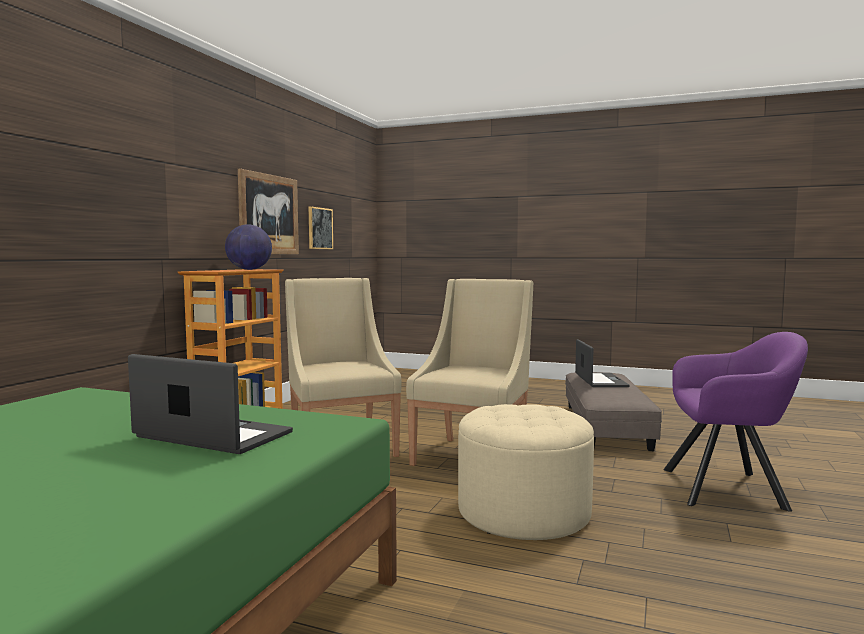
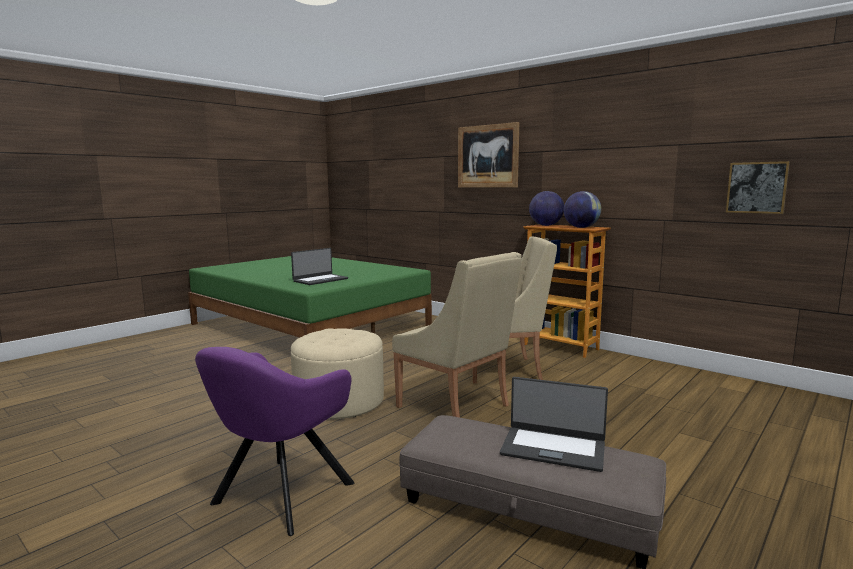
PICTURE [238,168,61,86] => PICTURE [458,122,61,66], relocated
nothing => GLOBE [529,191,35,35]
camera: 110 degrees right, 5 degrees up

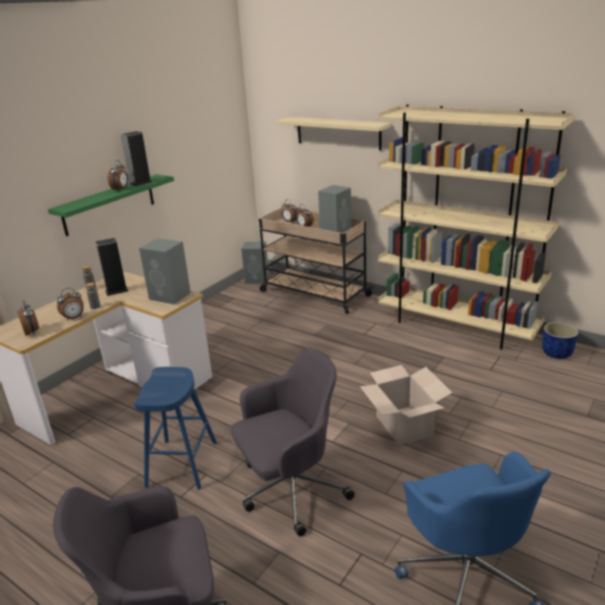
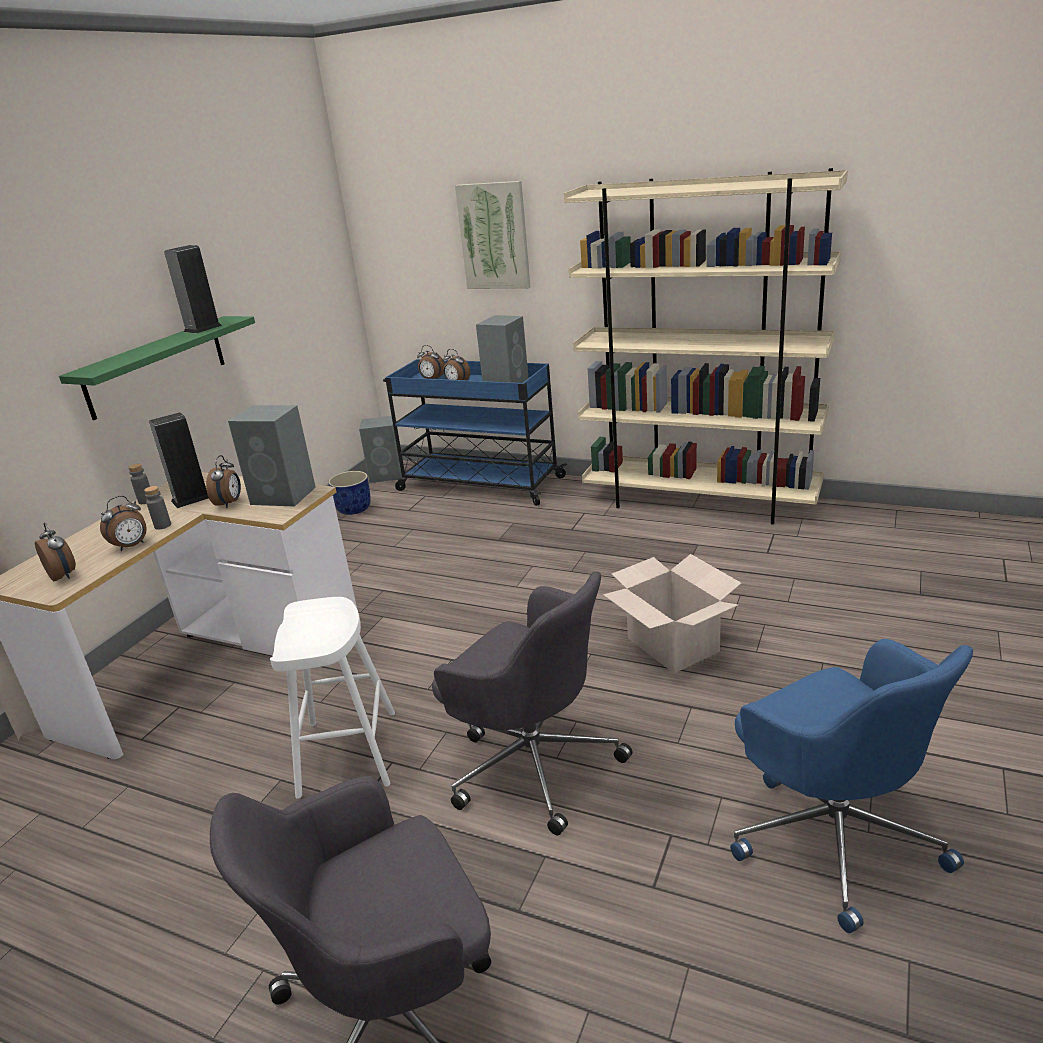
BEIGE SHELF [277,117,114,34] => PICTURE [455,181,75,108]
ALARM CLOCK [108,160,20,31] => ALARM CLOCK [206,455,35,53], relocated
BEIGE CART [258,207,115,107] => BLUE CART [383,359,184,147]
BLUE PLANTER [542,322,36,37] => BLUE PLANTER [328,471,43,44], relocated
GREY OFFICE CHAIR [231,348,124,188] => GREY OFFICE CHAIR [432,571,201,265], 75 degrees clockwise
BLUE STOOL [134,367,83,123] => WHITE STOOL [270,597,125,202]
camera: 10 degrees left, 0 degrees up

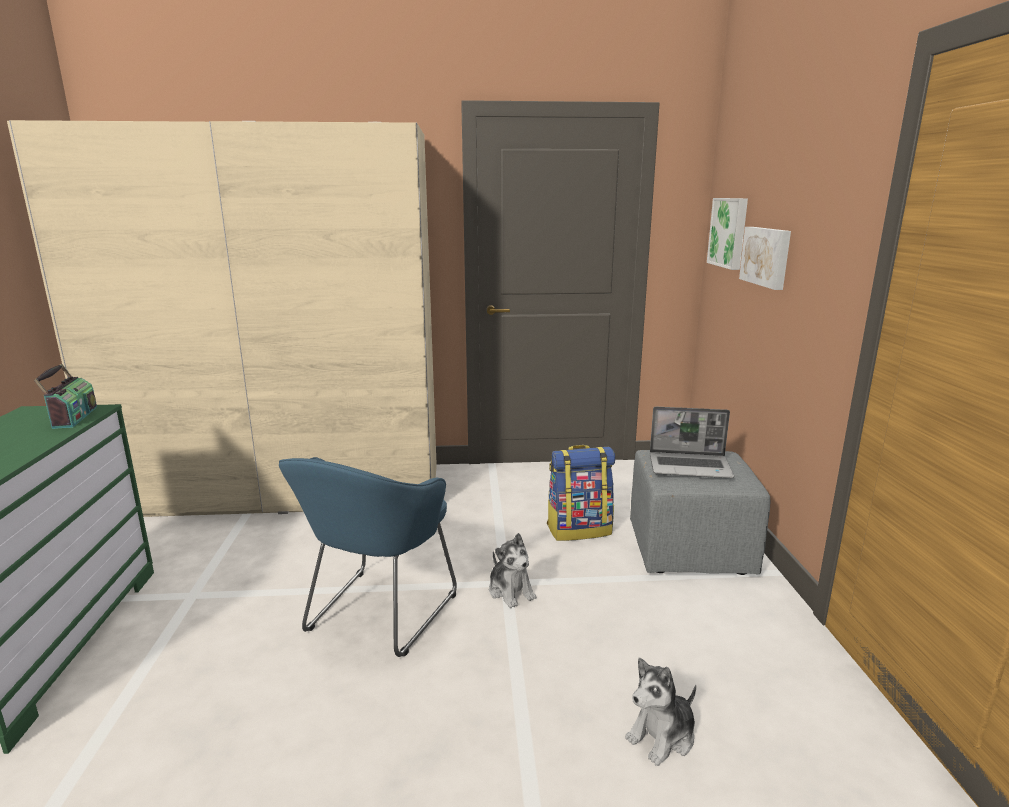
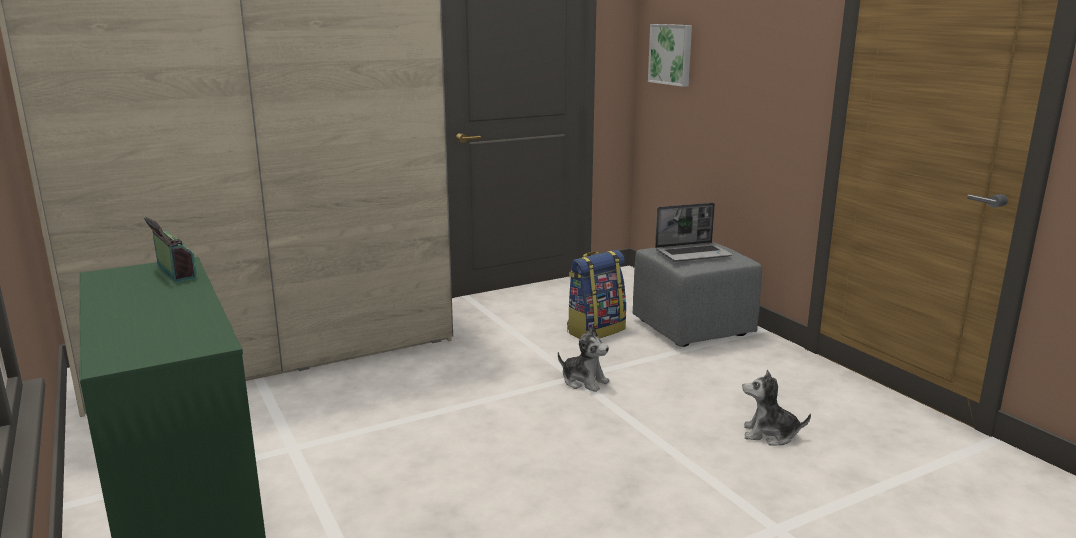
PICTURE [739,227,52,63] => nothing
BLUE ARMCHAIR [279,457,178,200] => nothing
PLUSH TOY [625,658,71,108] => PLUSH TOY [742,370,69,76], 75 degrees clockwise
camera: 25 degrees left, 0 degrees up

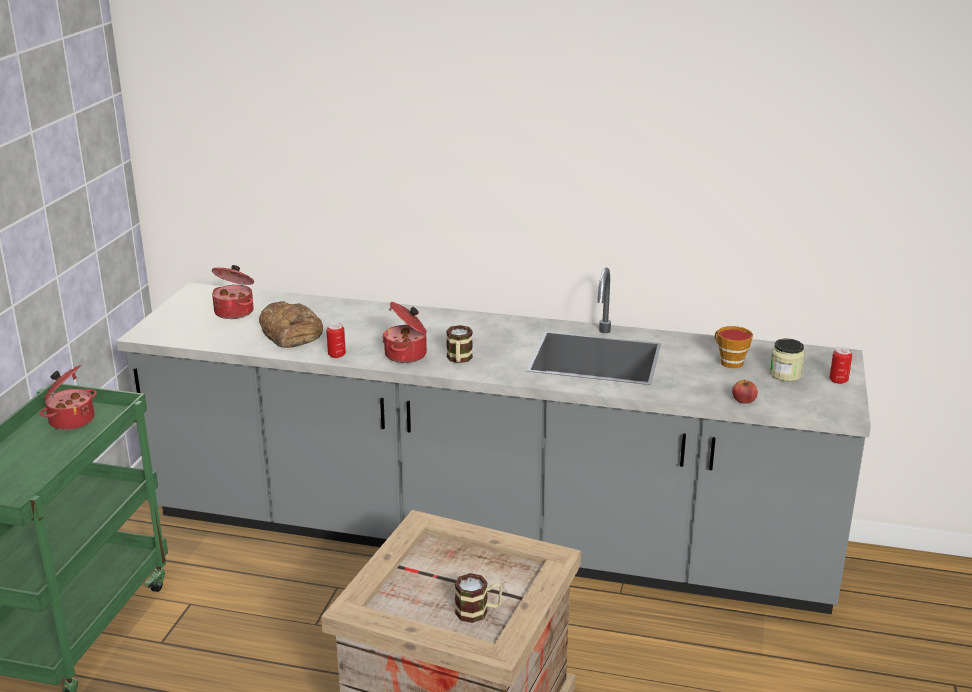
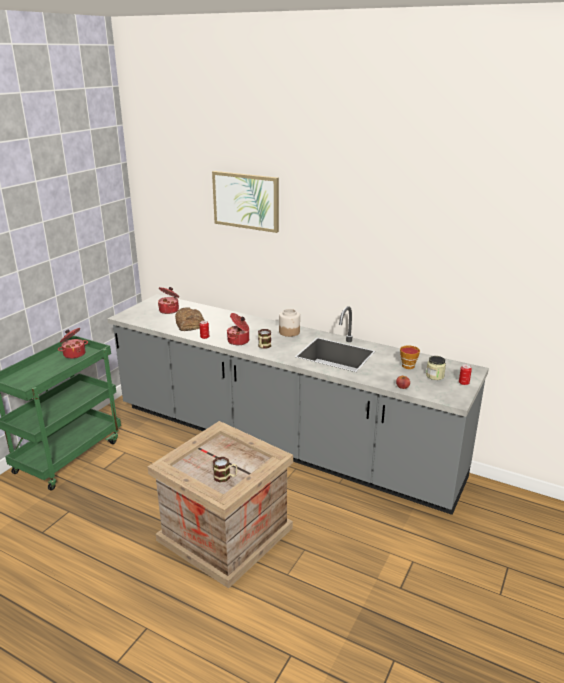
nothing => PICTURE [212,171,67,62]
nothing => JAR [279,309,21,28]
camera: 15 degrees right, 0 degrees up

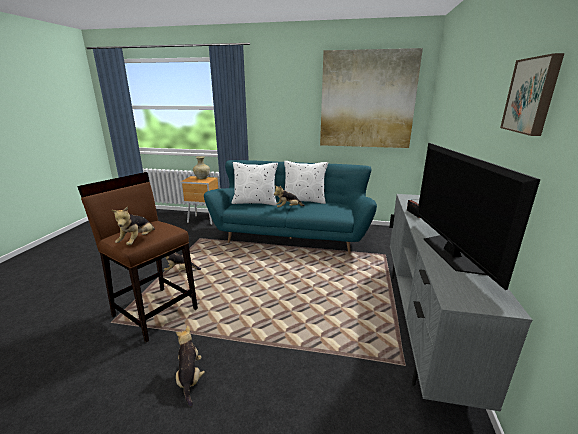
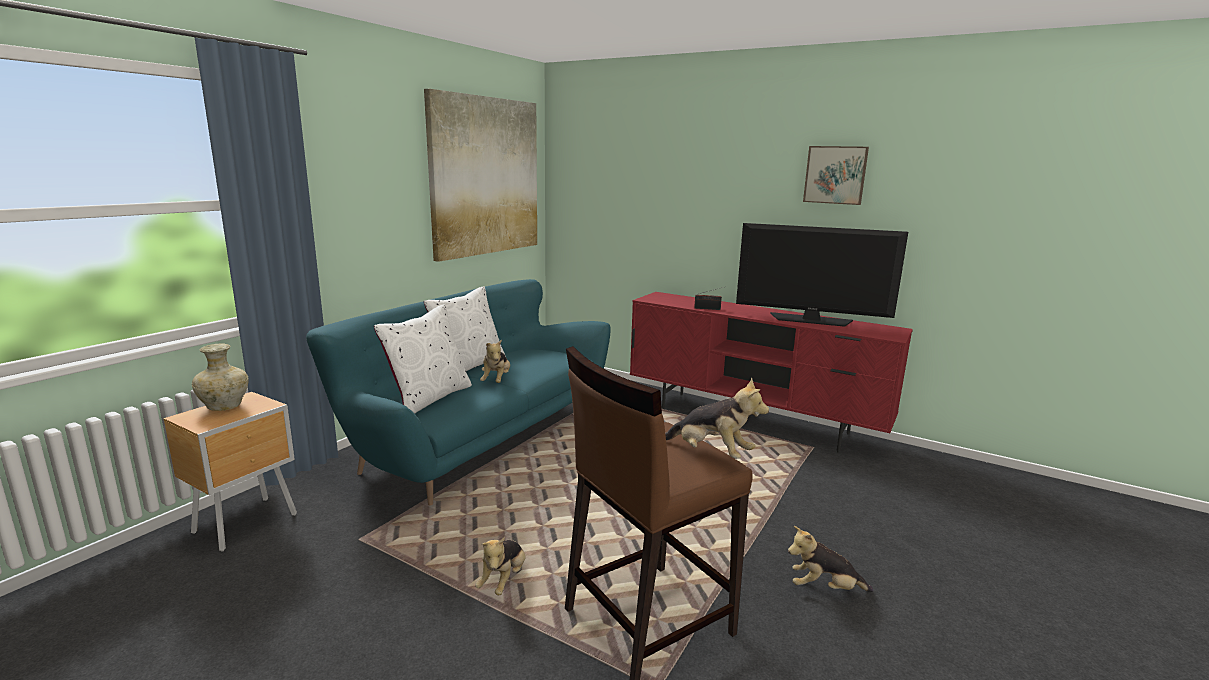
GREY TV STAND [389,194,143,218] => RED TV STAND [630,292,283,161]
camera: 70 degrees left, 5 degrees down

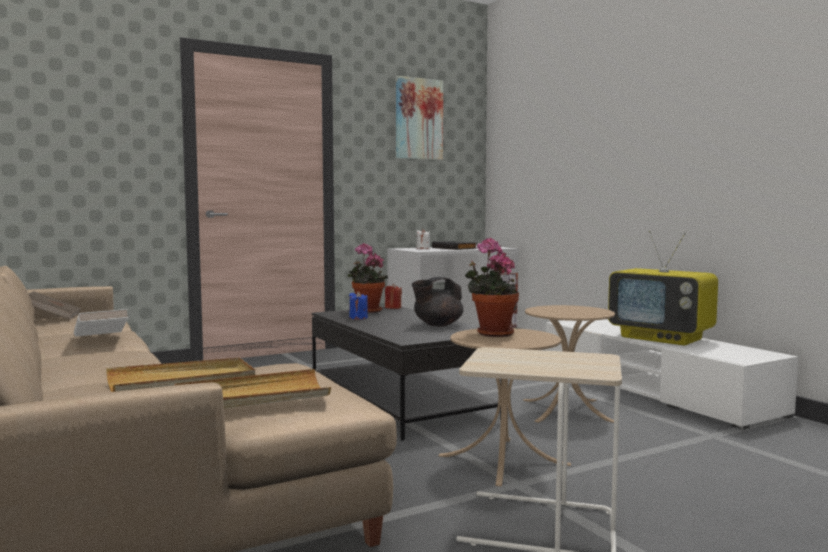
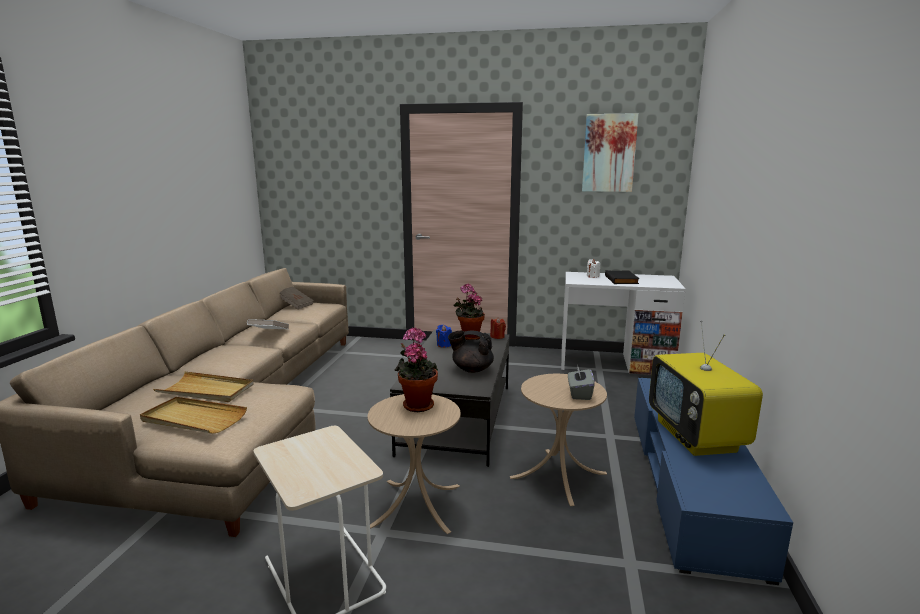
WHITE TV STAND [545,319,253,111] => BLUE TV STAND [634,378,159,207]
nothing => GREY TISSUE BOX [568,364,26,36]
camera: 40 degrees right, 10 degrees up

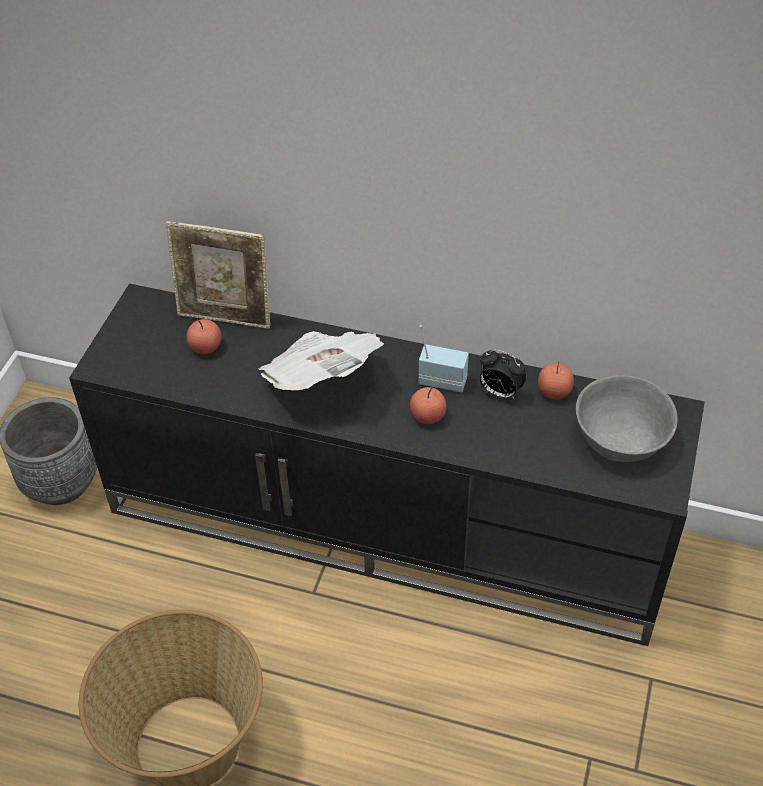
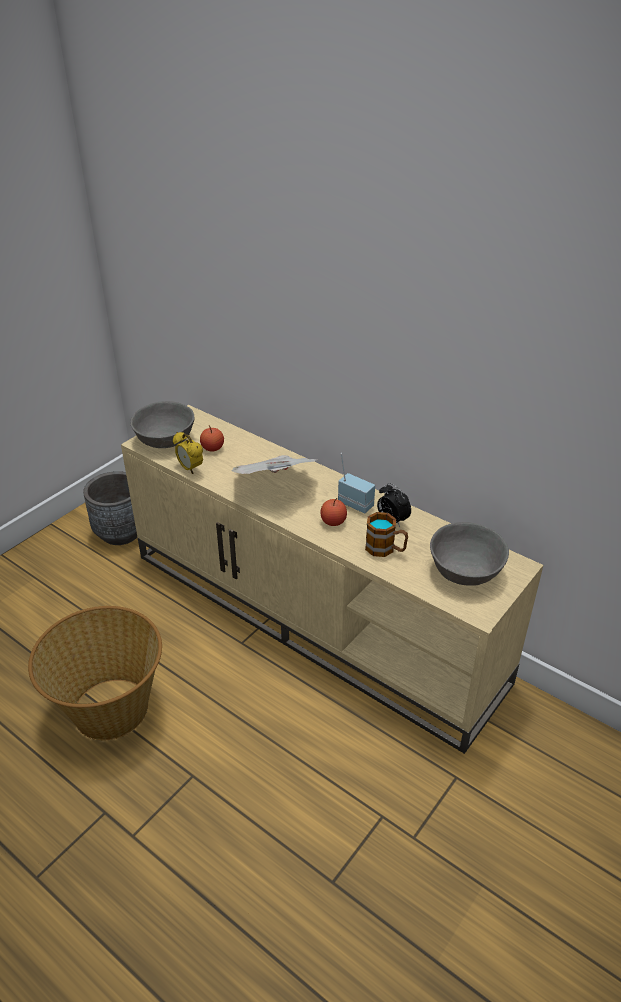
PICTURE FRAME [166,221,104,108] => nothing
BLACK TV STAND [69,283,636,363] => BEIGE TV STAND [121,405,422,349]
APPLE [538,362,36,37] => nothing
nothing => GREY BOWL [131,401,63,47]
nothing => ALARM CLOCK [173,432,30,42]
nothing => MUG [365,512,43,45]
camera: 20 degrees right, 10 degrees down

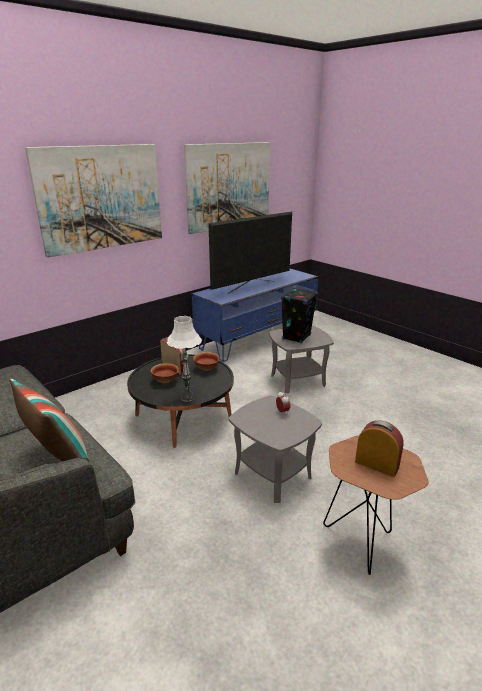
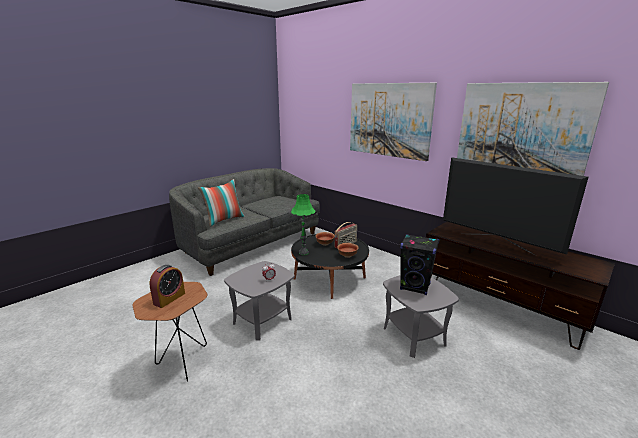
BLUE TV STAND [192,269,127,93] => BROWN TV STAND [426,221,189,129]
WHITE TABLE LAMP [166,316,36,85] => GREEN TABLE LAMP [291,194,24,61]
camera: 85 degrees right, 5 degrees down

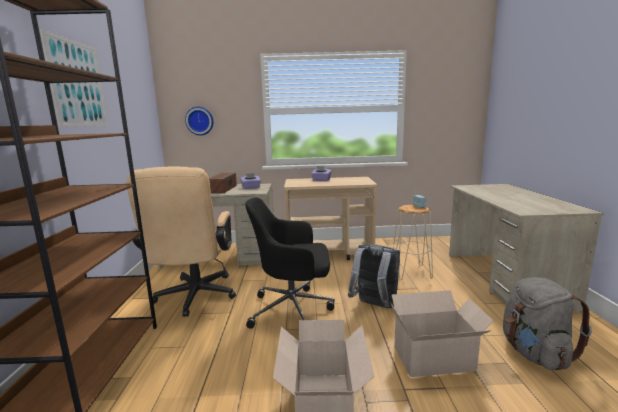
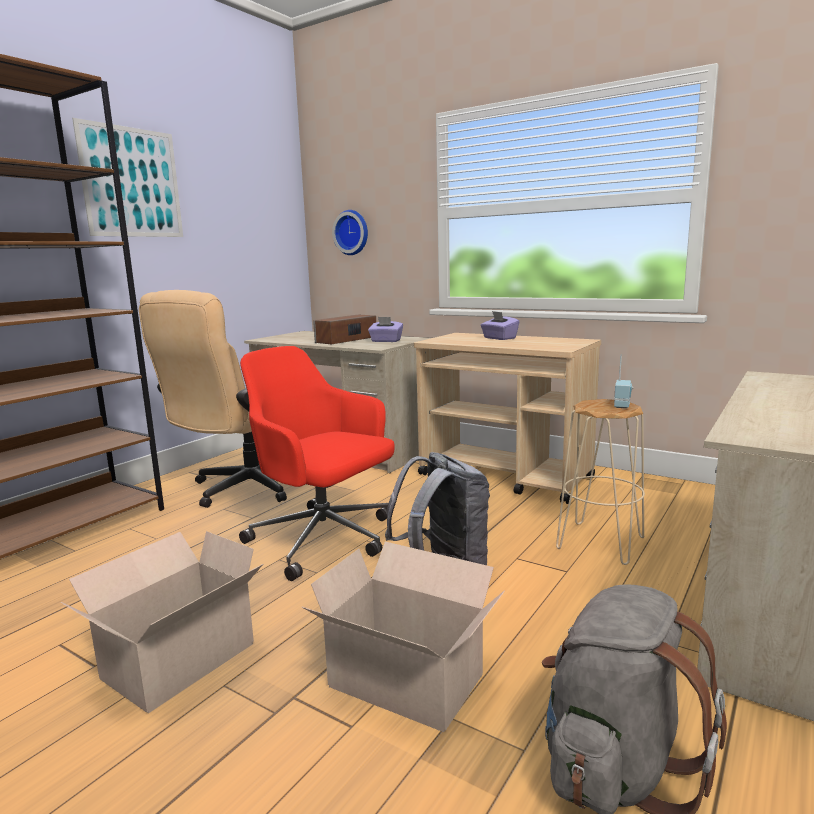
BLACK OFFICE CHAIR [245,197,90,132] => RED OFFICE CHAIR [239,346,156,235]
camera: 35 degrees right, 0 degrees up

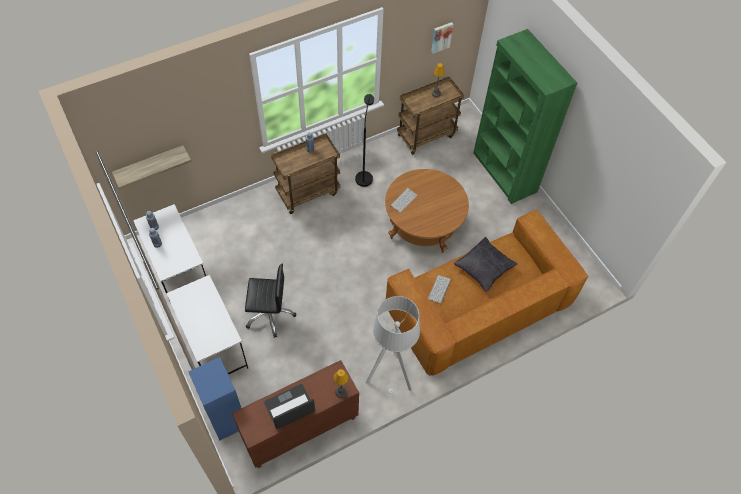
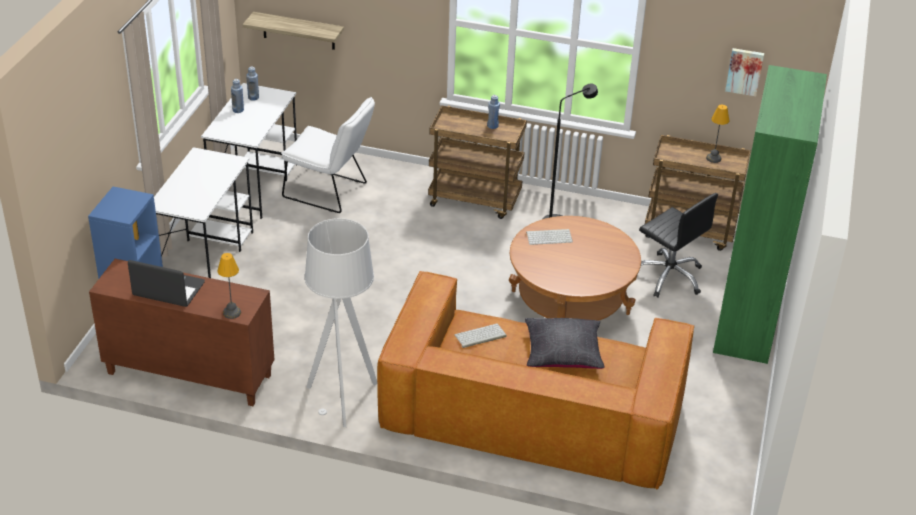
BLACK OFFICE CHAIR [245,264,51,74] => BLACK OFFICE CHAIR [639,193,79,105], relocated
nothing => WHITE CHAIR [281,97,94,116]
camera: 45 degrees right, 20 degrees down

